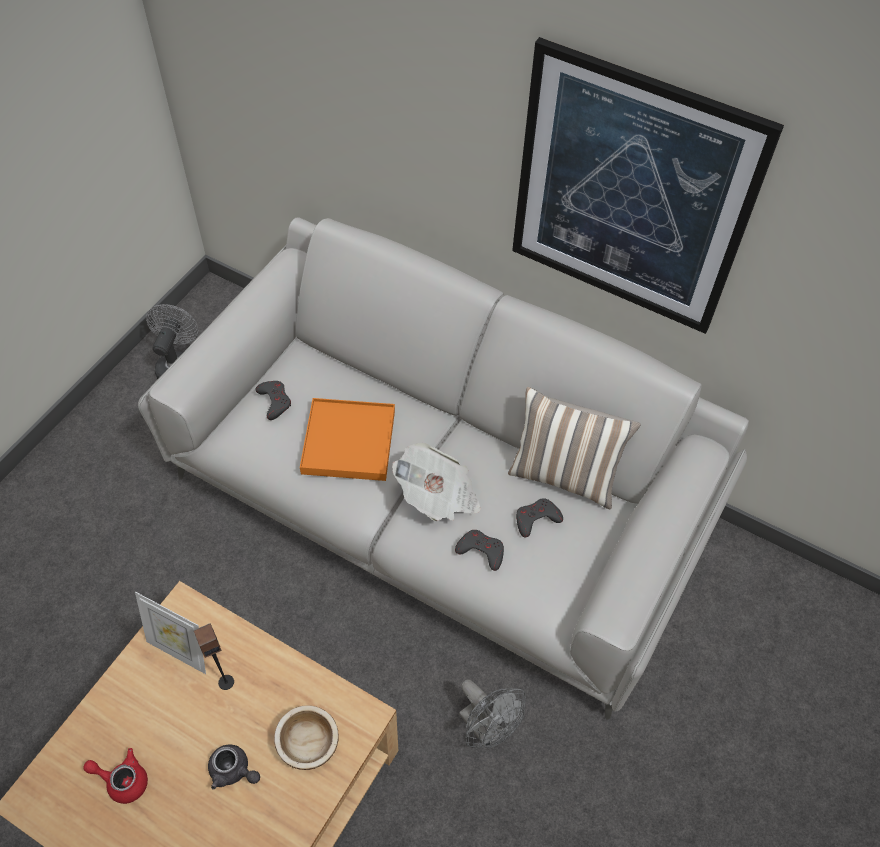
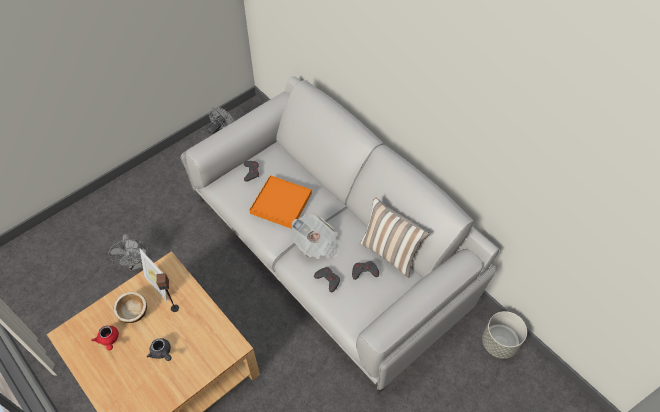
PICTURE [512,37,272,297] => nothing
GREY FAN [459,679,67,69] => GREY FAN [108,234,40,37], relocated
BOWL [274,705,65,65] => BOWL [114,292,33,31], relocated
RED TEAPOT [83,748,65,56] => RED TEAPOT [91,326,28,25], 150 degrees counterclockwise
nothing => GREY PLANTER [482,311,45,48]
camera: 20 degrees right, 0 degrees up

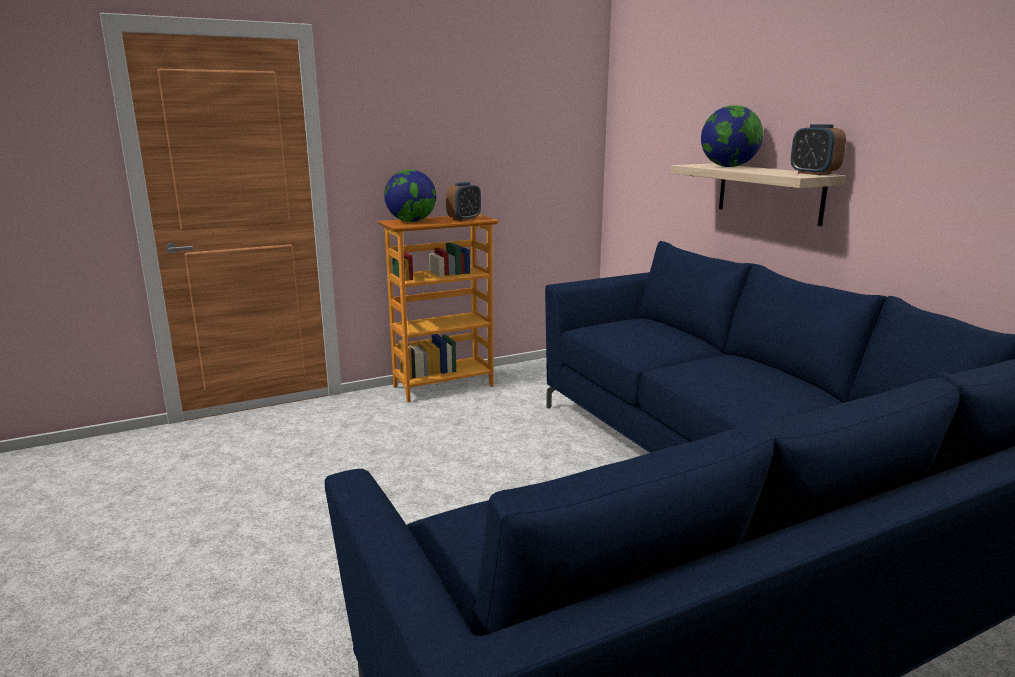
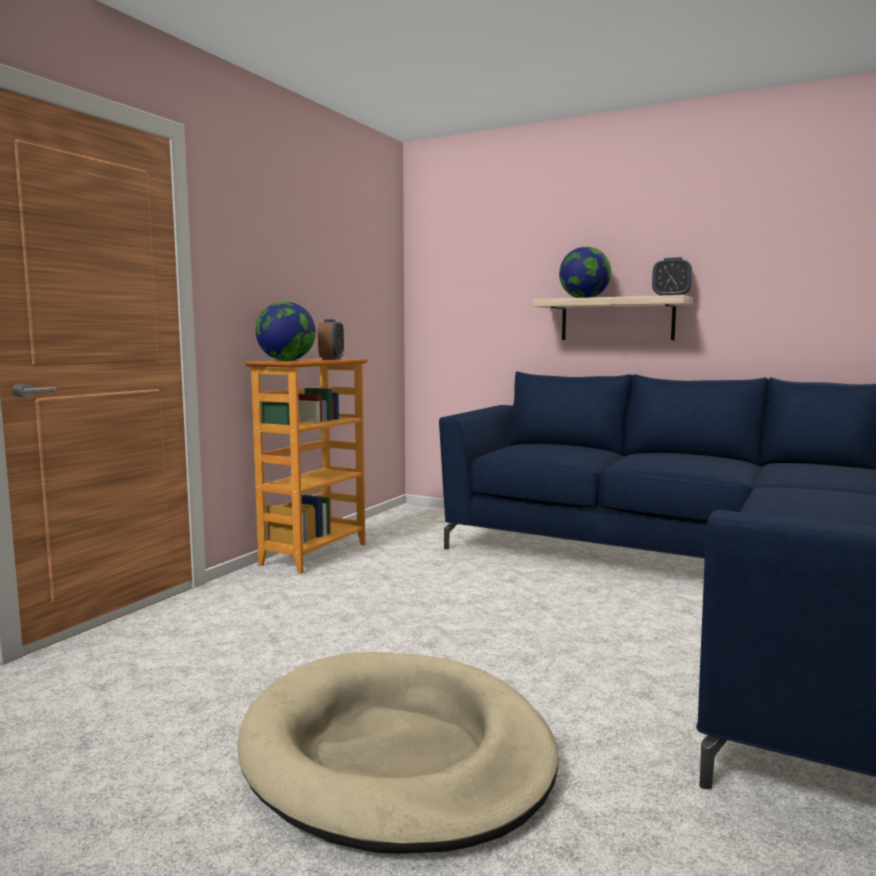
nothing => BEIGE DOG BED [237,652,322,202]
camera: 35 degrees left, 10 degrees down

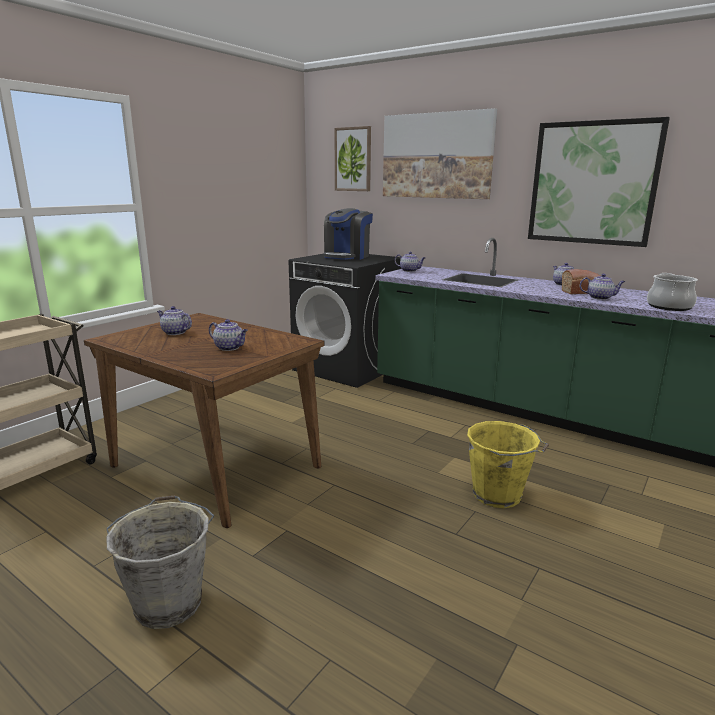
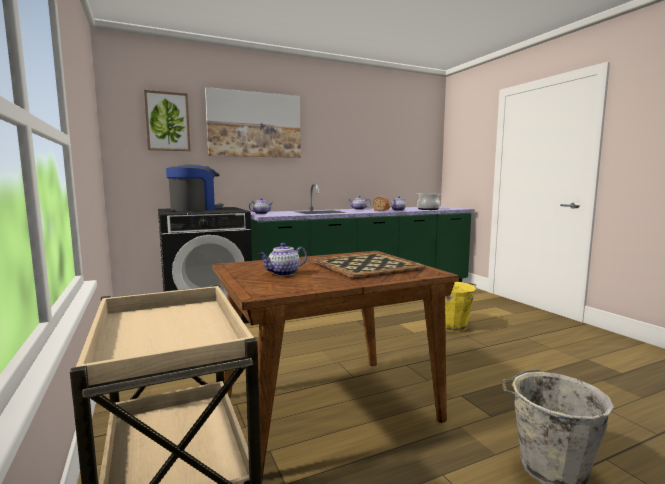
PICTURE [528,117,142,130] => nothing
COFFEE MACHINE [323,208,50,52] => COFFEE MACHINE [166,164,58,47], 105 degrees counterclockwise
TEAPOT [209,319,39,32] => TRAY [312,253,114,26]
camera: 60 degrees left, 10 degrees down

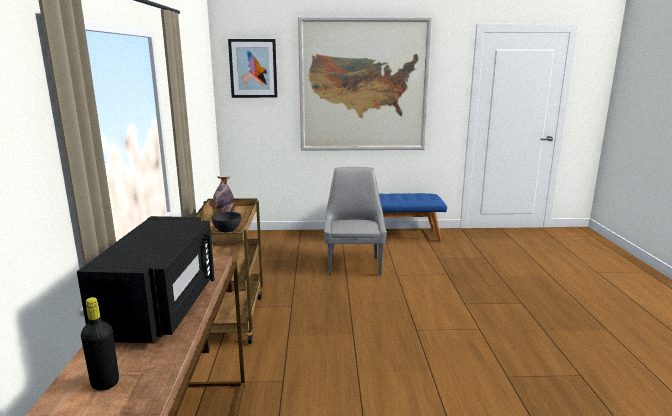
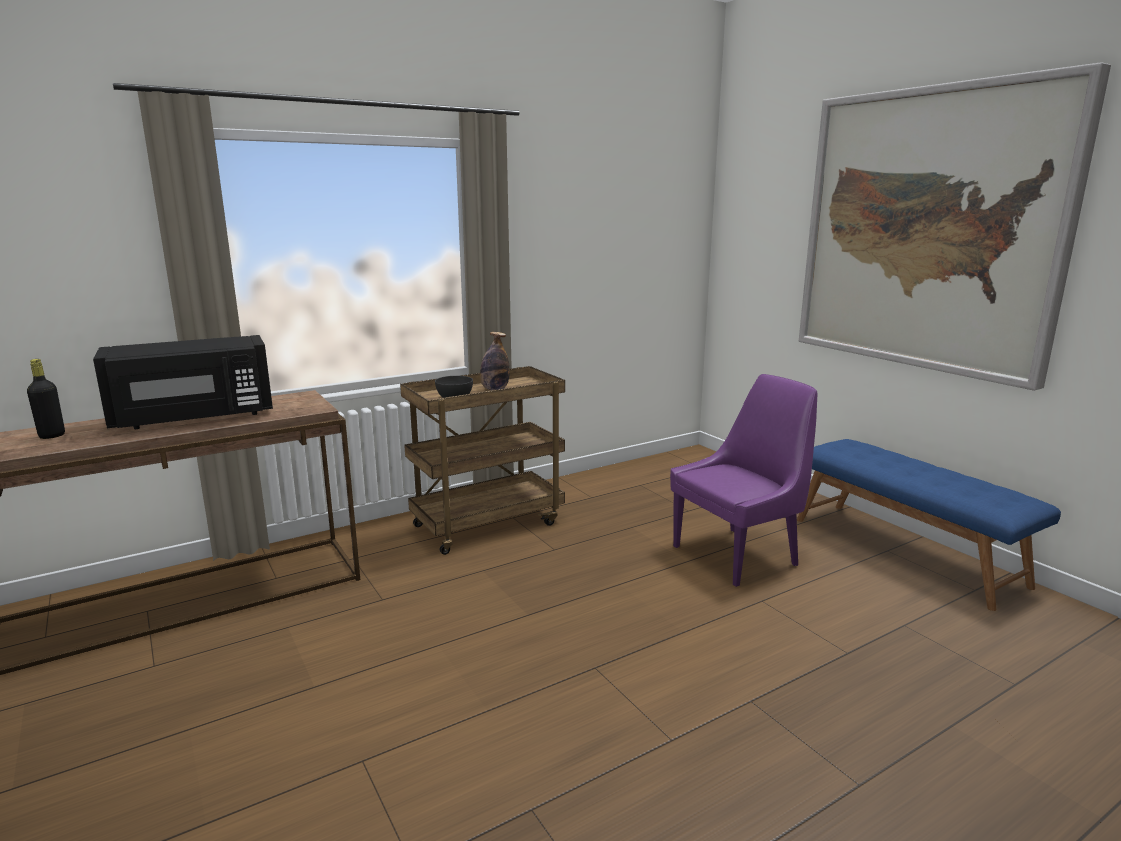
PICTURE [228,39,49,59] => nothing
GREY CHAIR [324,167,63,109] => PURPLE CHAIR [670,374,147,213]
camera: 60 degrees right, 0 degrees up

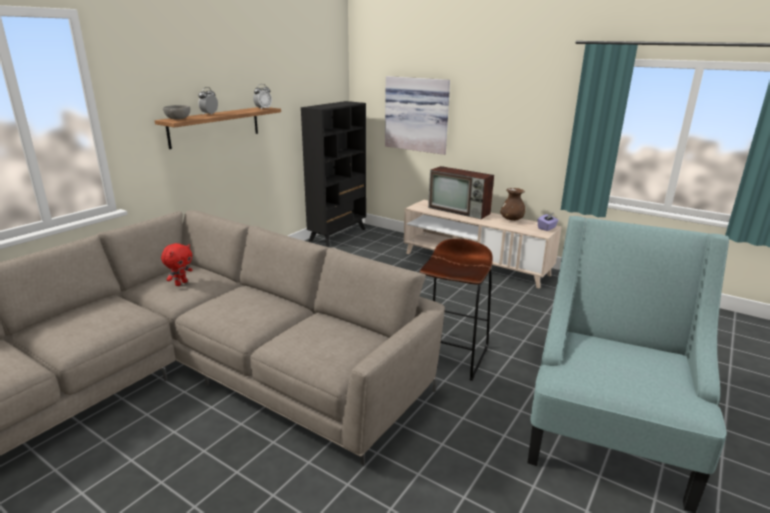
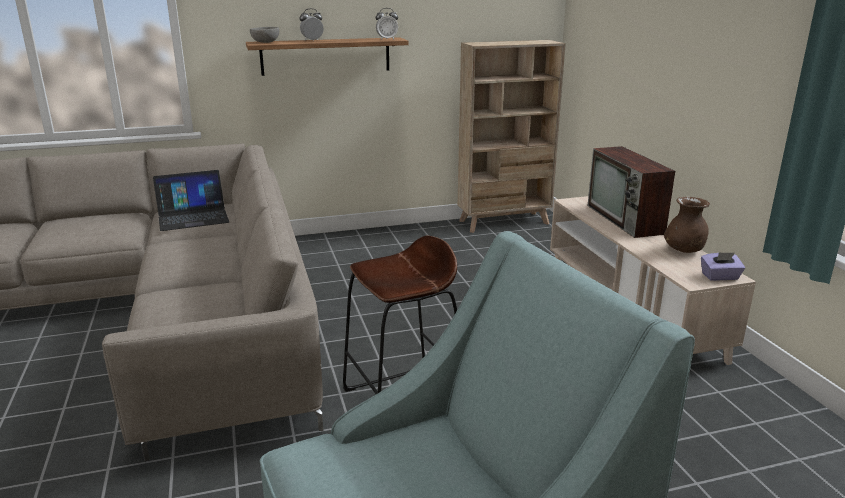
PICTURE [385,76,65,79] => nothing
BLACK BOOKCASE [301,101,65,146] => BEIGE BOOKCASE [457,40,109,193]
RED PLUSH TOY [161,243,31,43] => LAPTOP [153,170,76,61]
camera: 40 degrees right, 0 degrees up

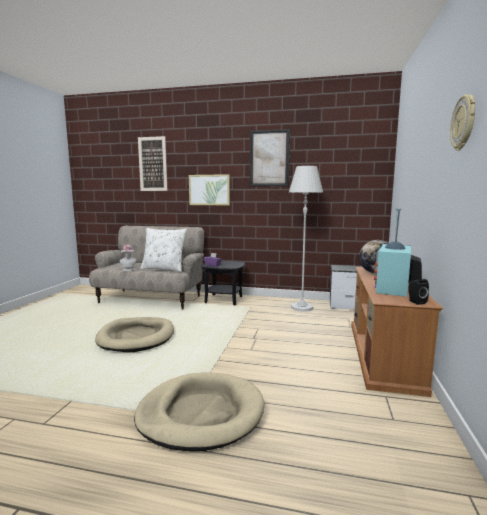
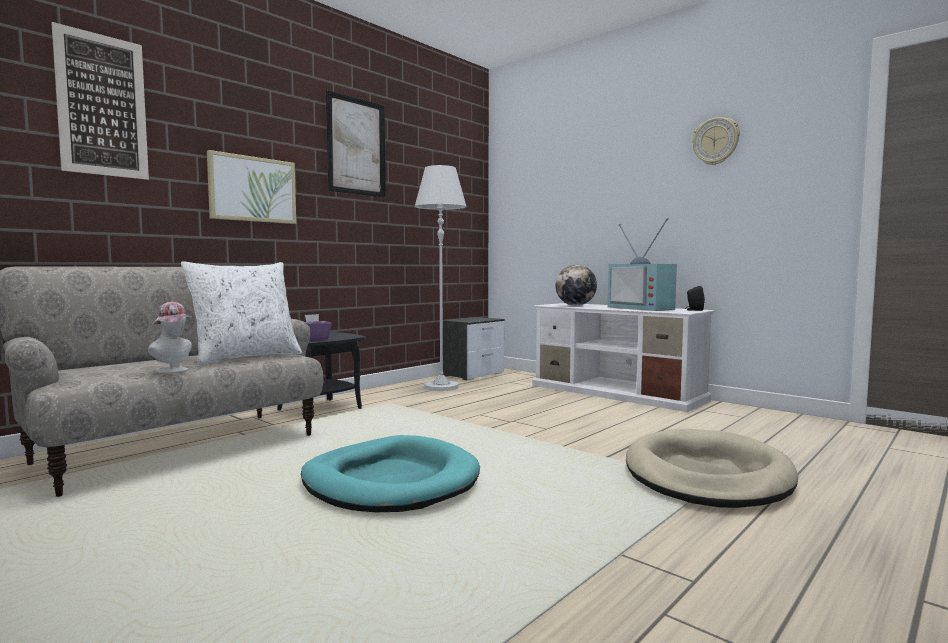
BROWN TV STAND [351,267,92,130] => WHITE TV STAND [532,303,183,109]
BEIGE DOG BED [95,317,79,36] => TURQUOISE DOG BED [301,435,179,77]
camera: 60 degrees left, 5 degrees down

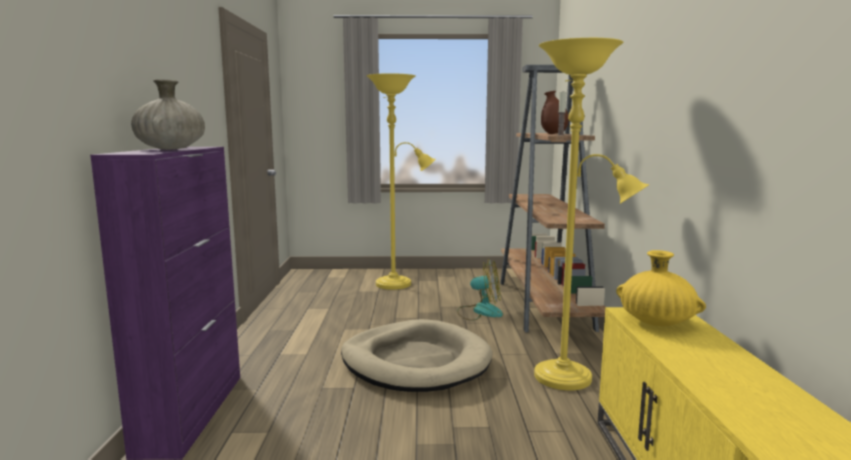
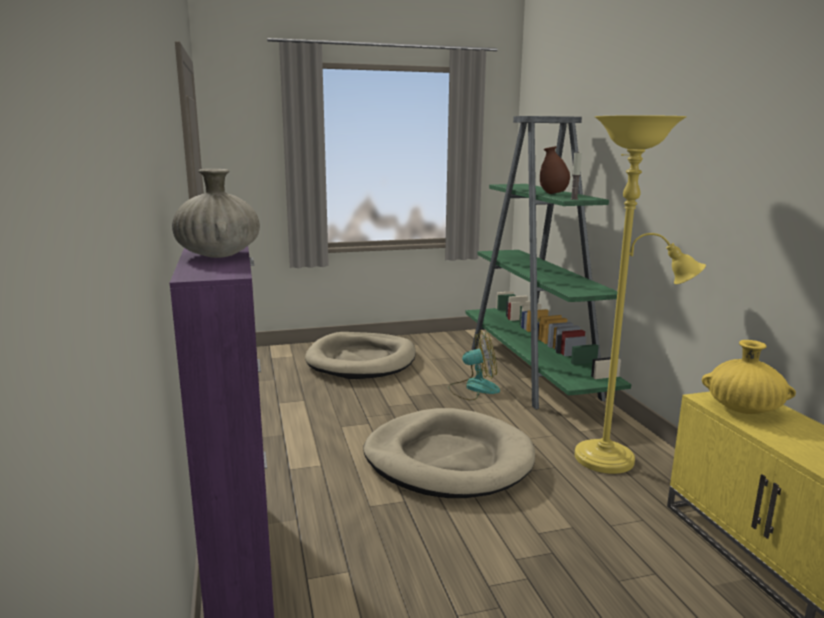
BROWN BOOKCASE [500,65,105,268] => GREEN BOOKCASE [466,116,165,293]
YELLOW FLOOR LAMP [366,73,70,217] => BEIGE DOG BED [305,332,111,47]
camera: 15 degrees left, 5 degrees up

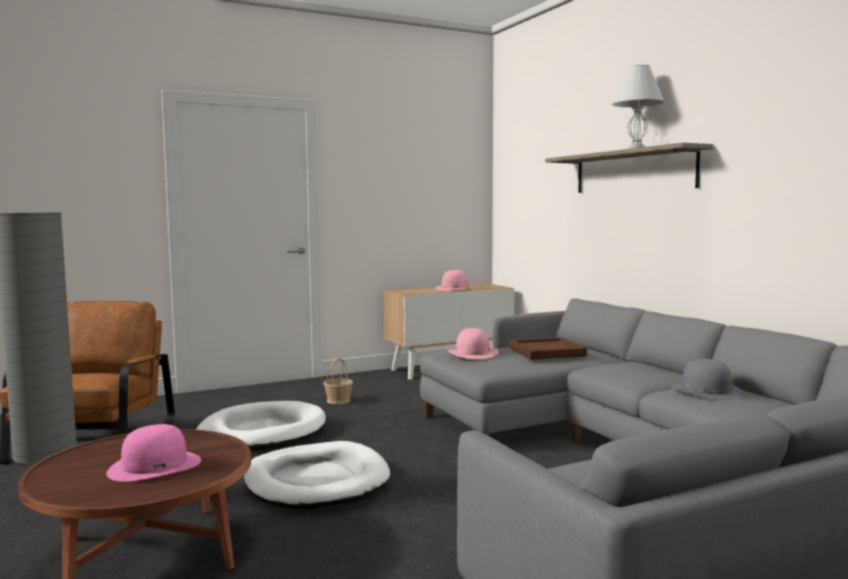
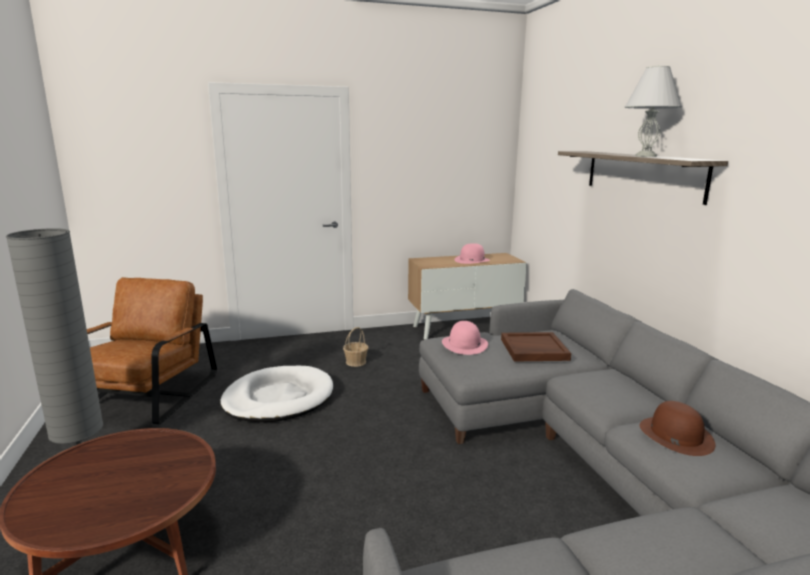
GREY HAT [671,358,73,42] => BROWN HAT [639,401,77,55]
PINK HAT [106,424,95,57] => nothing
WHITE DOG BED [244,441,146,69] => nothing
camera: 10 degrees right, 10 degrees up

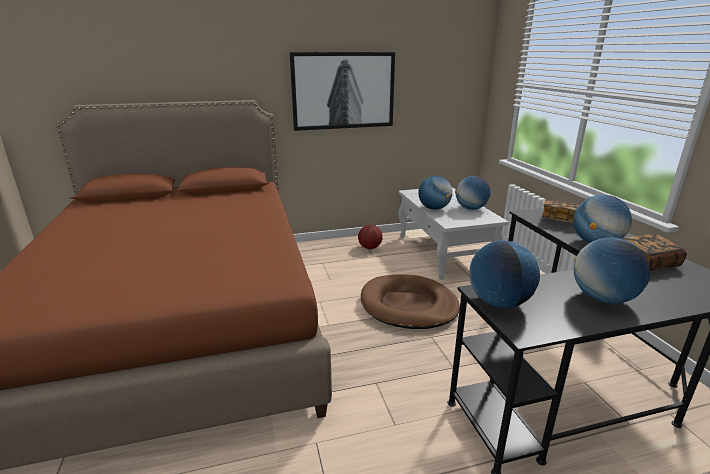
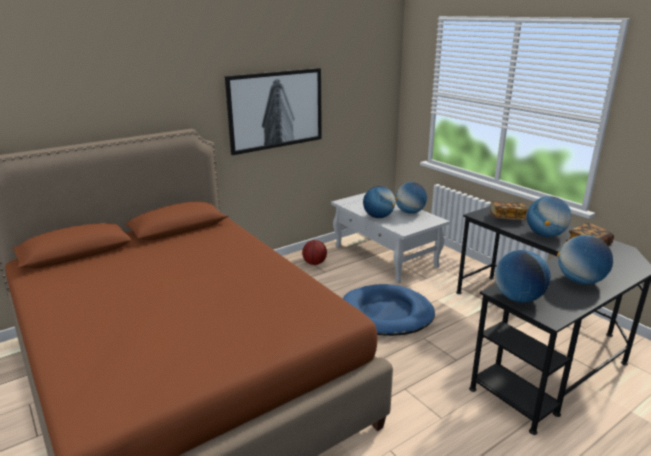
BROWN DOG BED [361,274,99,55] => BLUE DOG BED [343,284,92,52]
camera: 20 degrees left, 0 degrees up

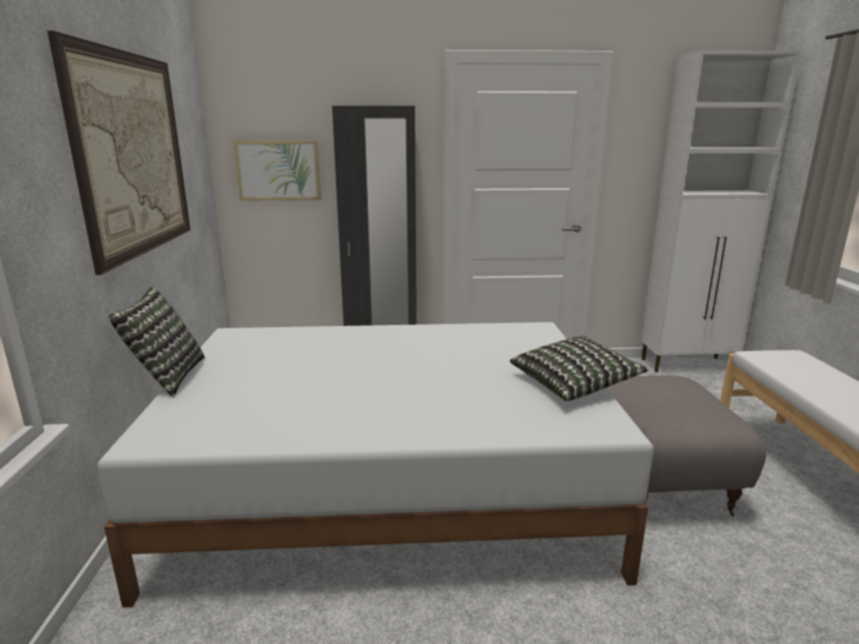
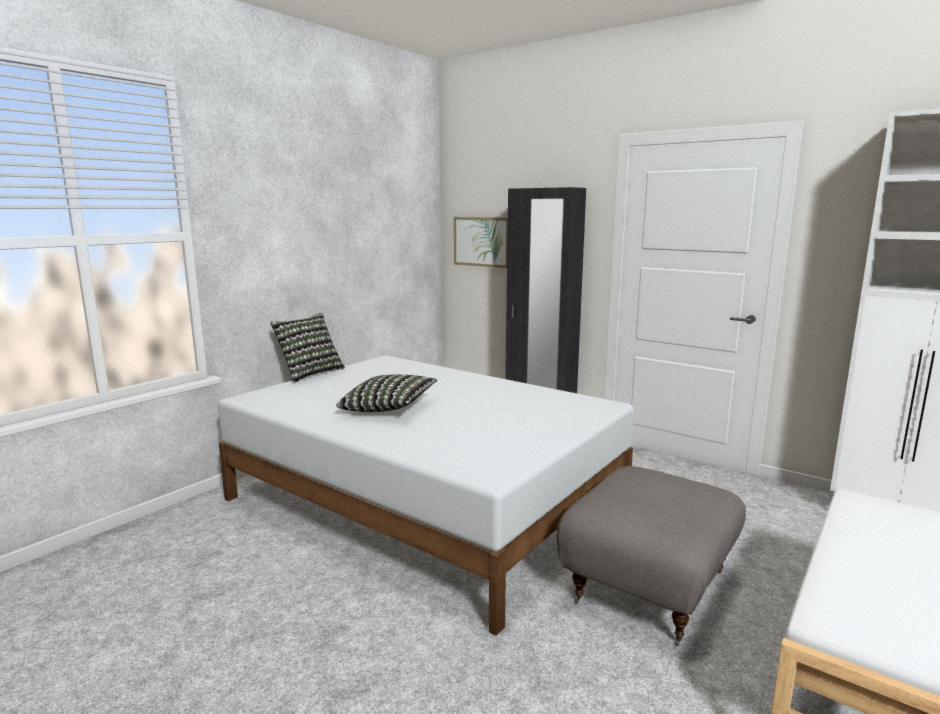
PICTURE [47,31,144,244] => nothing
PILLOW [510,336,139,65] => PILLOW [336,375,101,37], relocated
camera: 40 degrees right, 5 degrees down

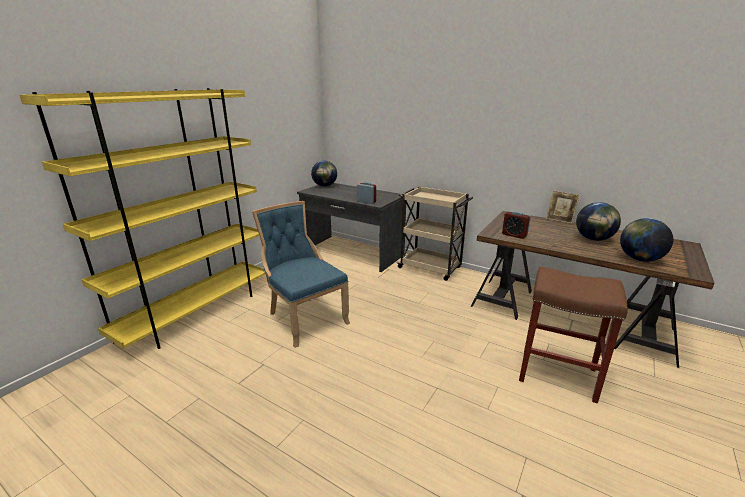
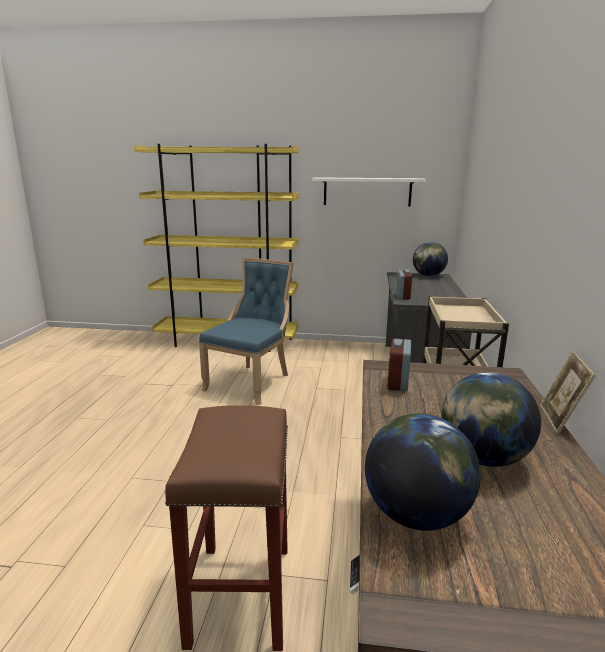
nothing => WHITE SHELF [312,177,114,29]
camera: 65 degrees right, 5 degrees down

